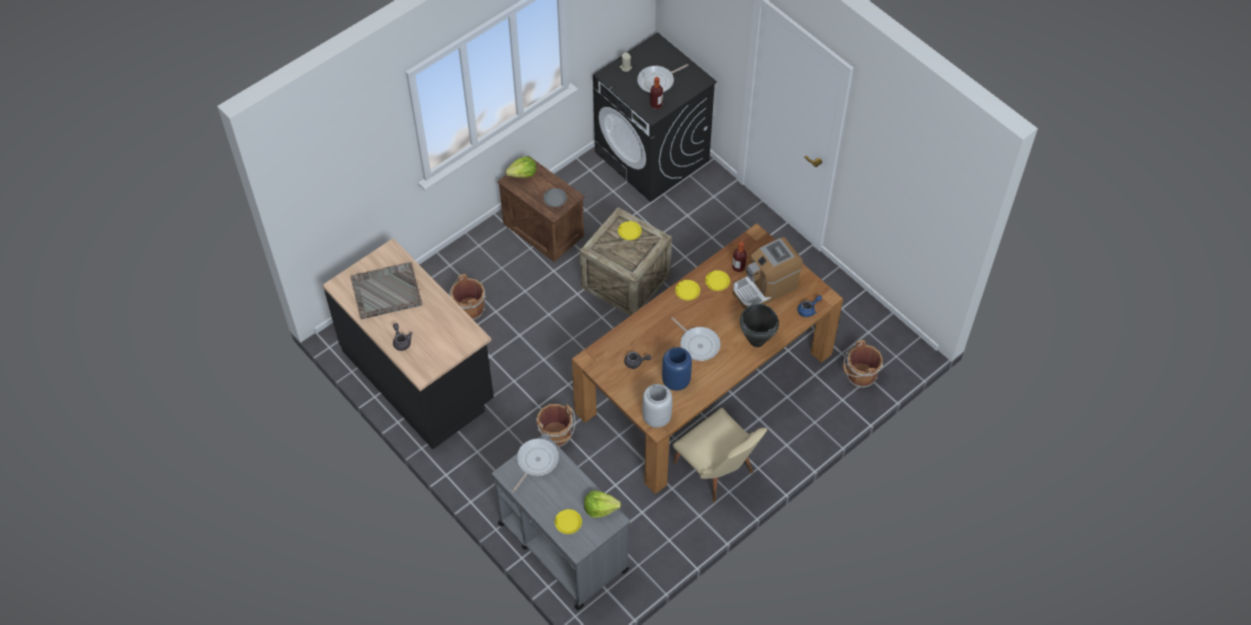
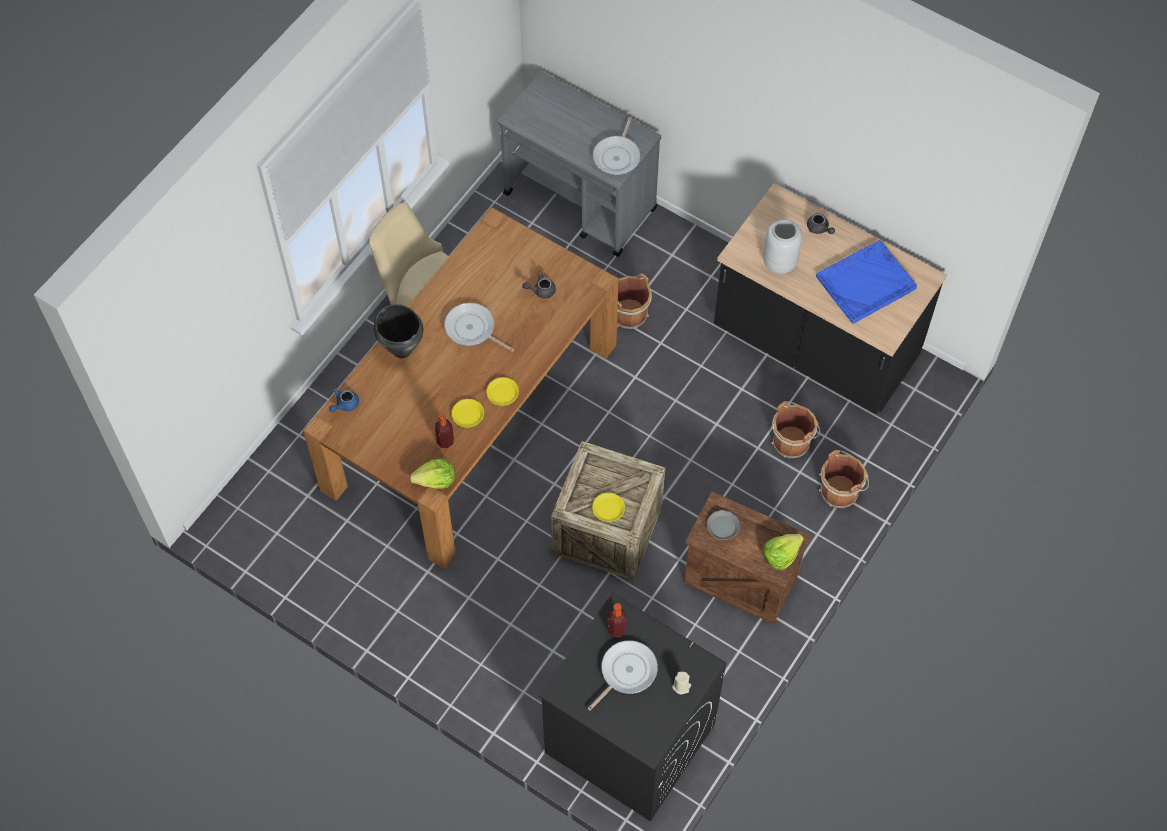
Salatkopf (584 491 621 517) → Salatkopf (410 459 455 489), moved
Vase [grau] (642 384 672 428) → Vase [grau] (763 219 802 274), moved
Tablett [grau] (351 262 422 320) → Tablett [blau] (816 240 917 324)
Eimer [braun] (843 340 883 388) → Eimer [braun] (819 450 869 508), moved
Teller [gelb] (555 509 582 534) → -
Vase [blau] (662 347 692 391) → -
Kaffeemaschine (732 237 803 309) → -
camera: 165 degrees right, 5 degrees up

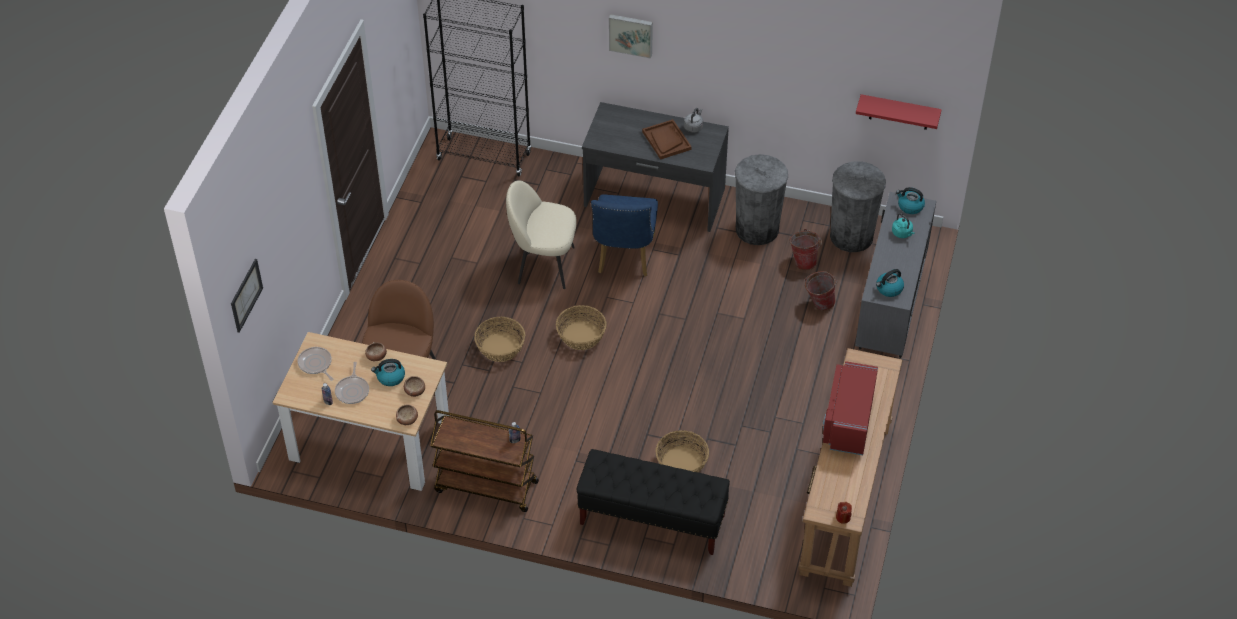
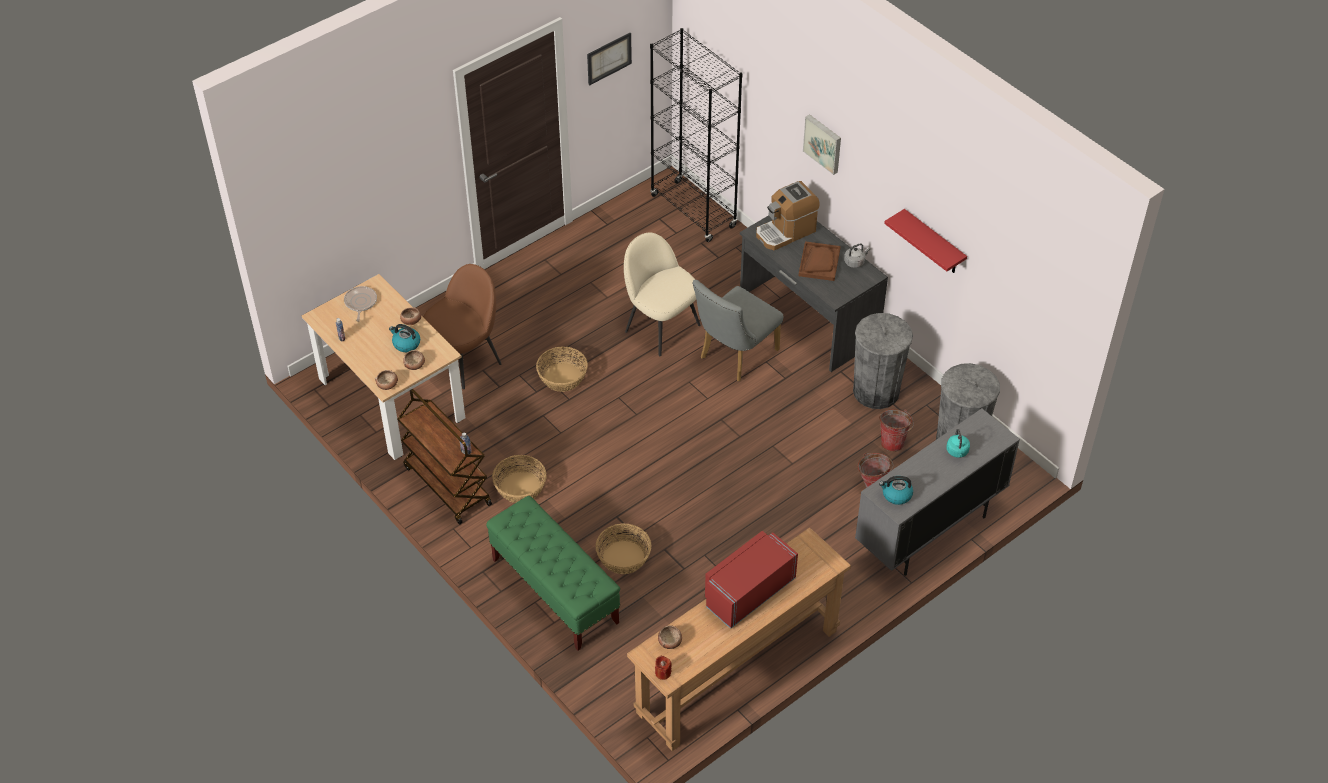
Bank [schwarz] (577 449 730 555) → Bank [grün] (486 496 621 651)
Korb (556 305 607 350) → Korb (492 455 547 503), moved
Bild (231 259 263 333) → Bild (587 33 632 86), moved
- → Schüssel (658 625 682 649)
Stuhl [blau] (591 194 658 277) → Stuhl [grau] (692 280 783 381)
- → Kaffeemaschine (756 181 820 250)
Wandregal [rot] (856 94 942 130) → Wandregal [rot] (884 209 967 273), moved
Pfanne (335 362 369 404) → -
Wasserkessel (896 187 925 214) → -
camera: 35 degrees right, 0 degrees up

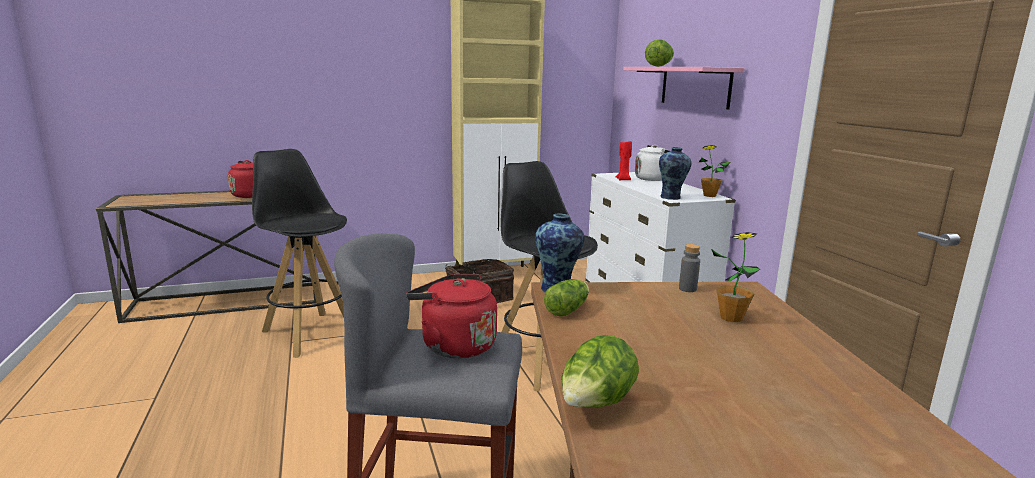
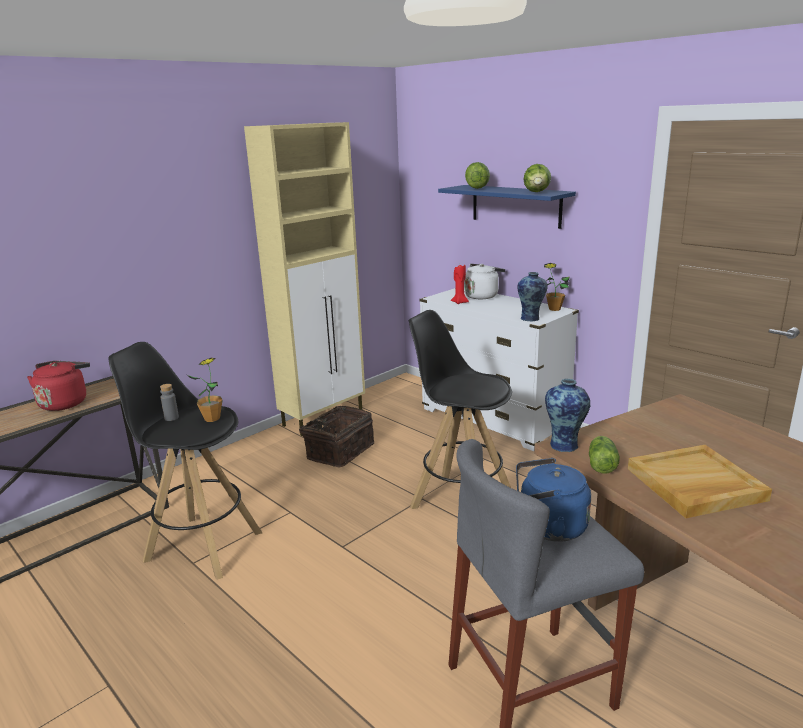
Flasche [grau] (679 244 700 292) → Flasche [grau] (160 384 179 421), moved
Topfpflanze (711 232 760 322) → Topfpflanze (187 358 223 422), moved
Wandregal [rosa] (623 67 745 109) → Wandregal [blau] (438 185 576 229)
Wasserkessel [rot] (406 274 497 358) → Wasserkessel [blau] (516 458 591 542)
Salatkopf (562 335 639 408) → Salatkopf (523 164 551 192), moved
- → Tablett [beige] (628 445 772 518)
camera: 25 degrees left, 5 degrees up

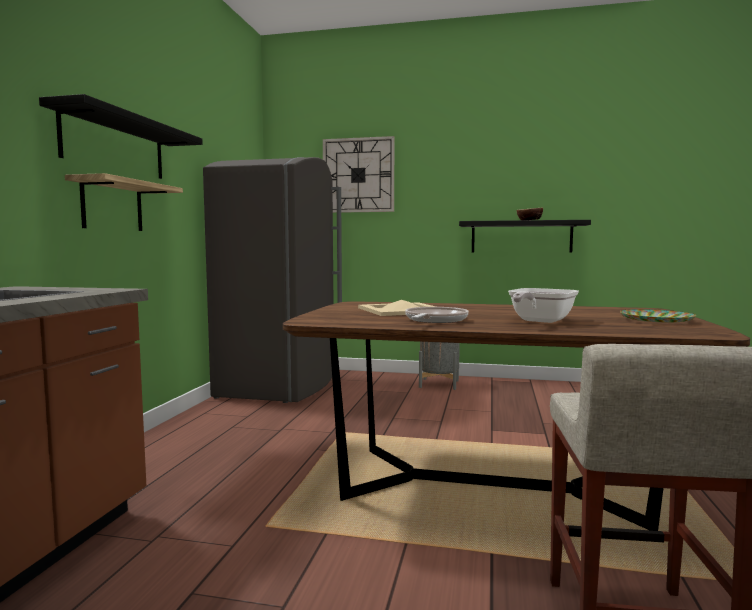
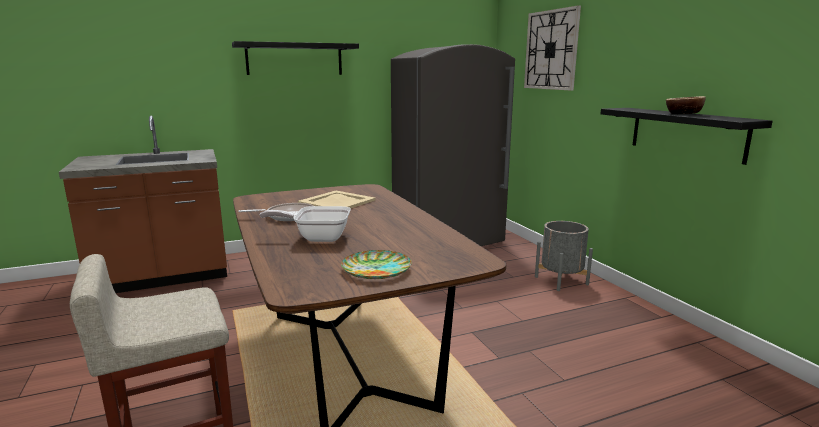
Wandregal (65 173 183 231) → -
camera: 55 degrees right, 10 degrees up

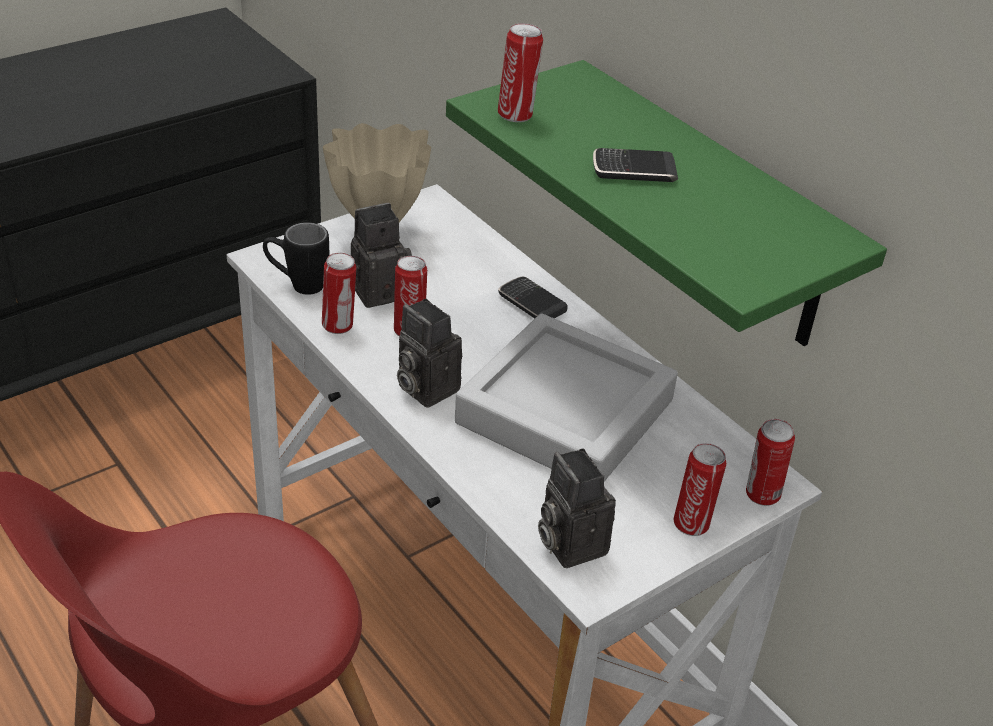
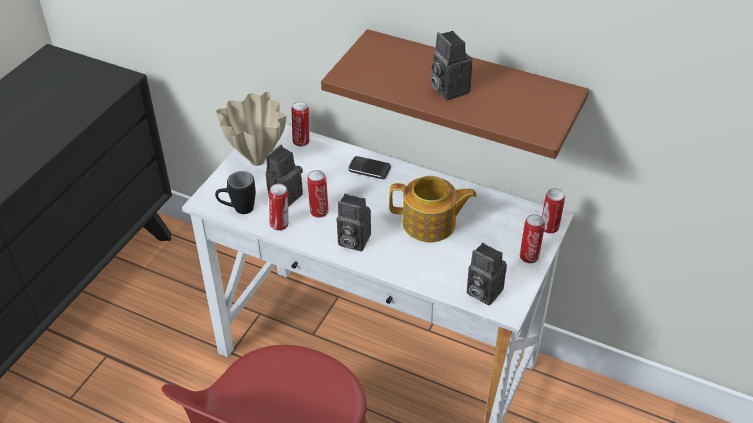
Dose (498 23 543 122) → Dose (292 102 310 147), moved
Wandregal [grün] (446 60 887 346) → Wandregal [braun] (321 29 589 159)
Tablett [grau] (455 313 678 481) → Teekanne (389 176 477 242)
Handy (593 148 678 182) → Kamera (430 31 472 100)
camera: 25 degrees left, 5 degrees up

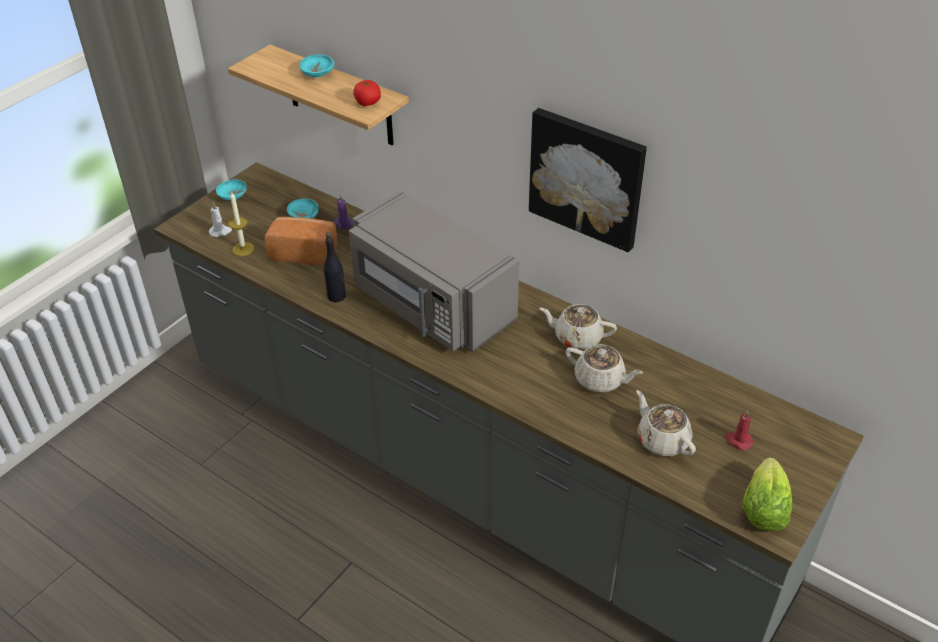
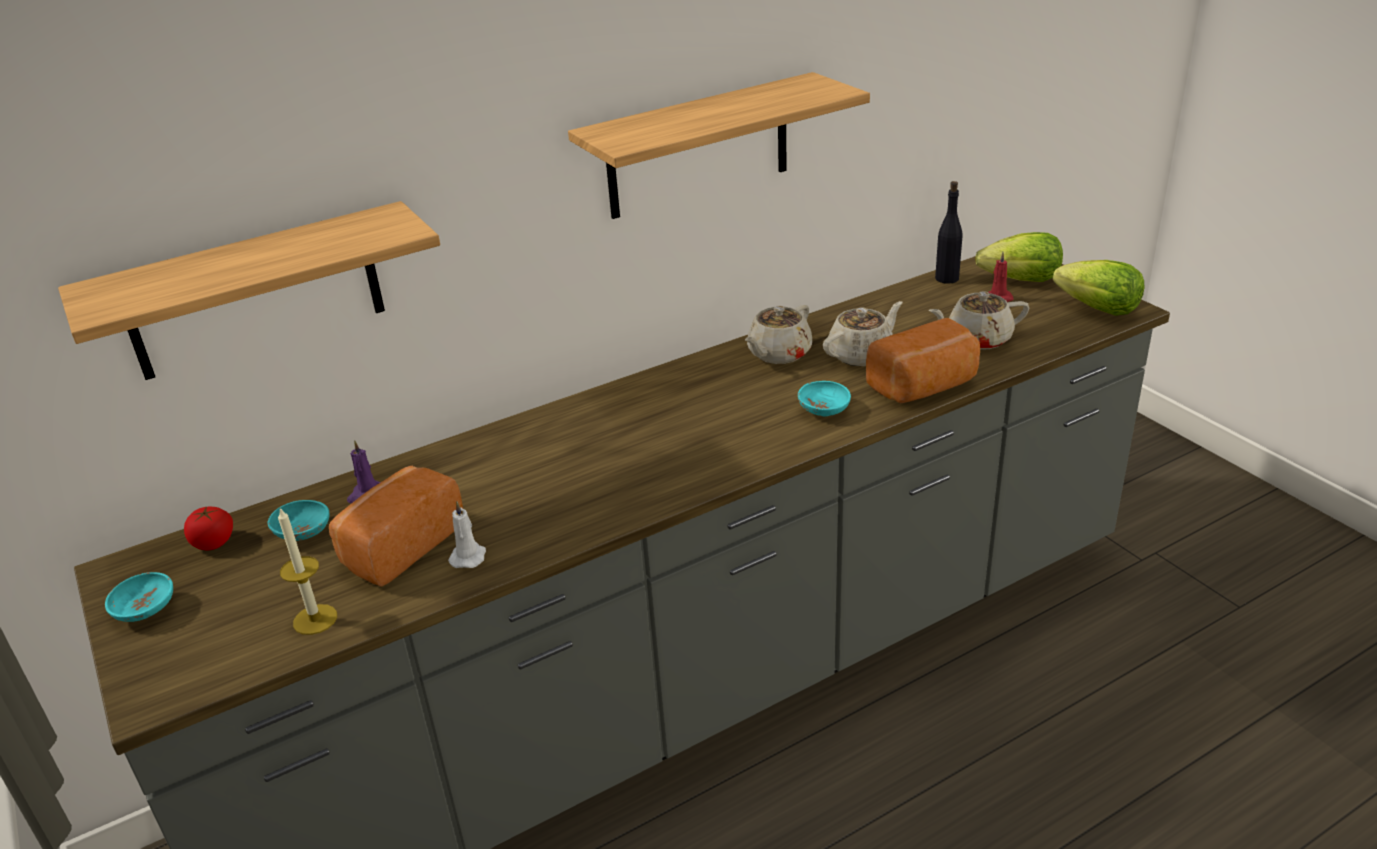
Tomate (353 80 381 106) → Tomate (184 506 233 550), moved
Kerze [weiß] (209 202 232 237) → Kerze [weiß] (448 501 486 568), moved
Bild (529 108 647 252) → Wandregal (568 72 870 219)
Schüssel [türkis] (299 55 334 78) → Schüssel [türkis] (798 381 851 416), moved
- → Brot (866 318 980 403)
Flasche [schwarz] (324 232 346 302) → Flasche [schwarz] (935 181 962 284), moved
- → Salatkopf (975 232 1063 282)
Mikrowelle [grau] (349 191 519 352) → -
camera: 65 degrees left, 10 degrees down

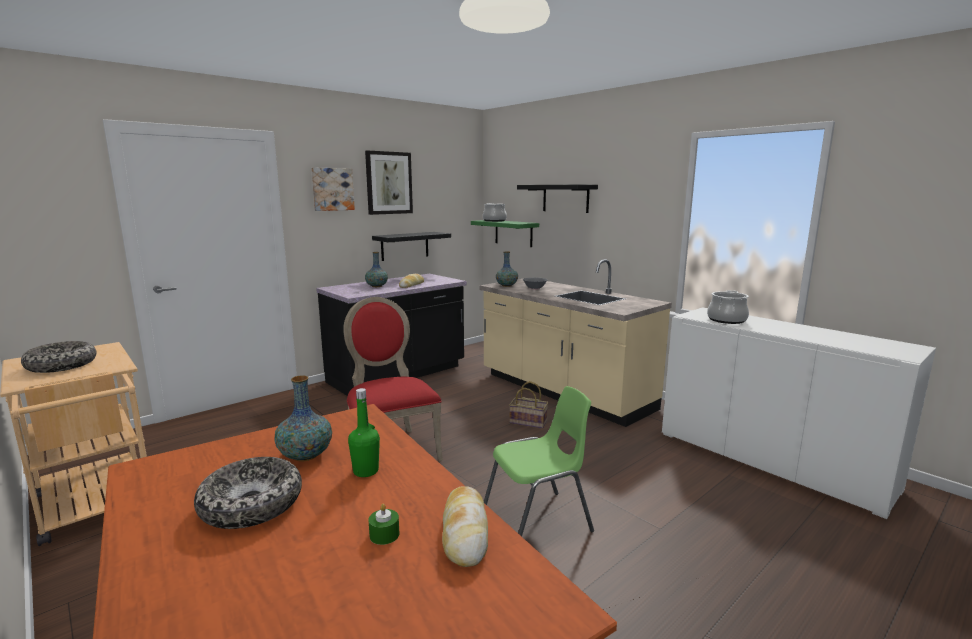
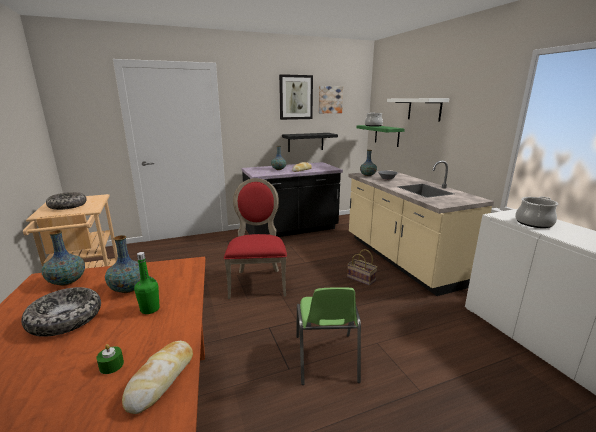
- → Vase (41 230 85 286)
Stuhl [grün] (484 386 594 537) → Stuhl [grün] (296 287 361 385), 90 degrees clockwise
Bild (311 168 355 211) → Bild (318 86 343 113), moved
Wandregal [schwarz] (517 185 598 213) → Wandregal [weiß] (387 98 450 122)
camera: 20 degrees right, 5 degrees up

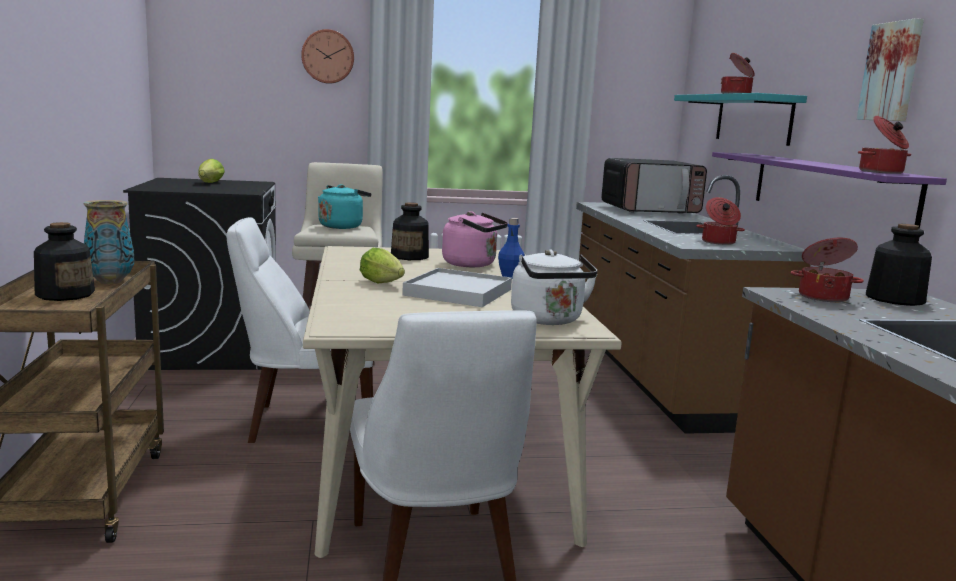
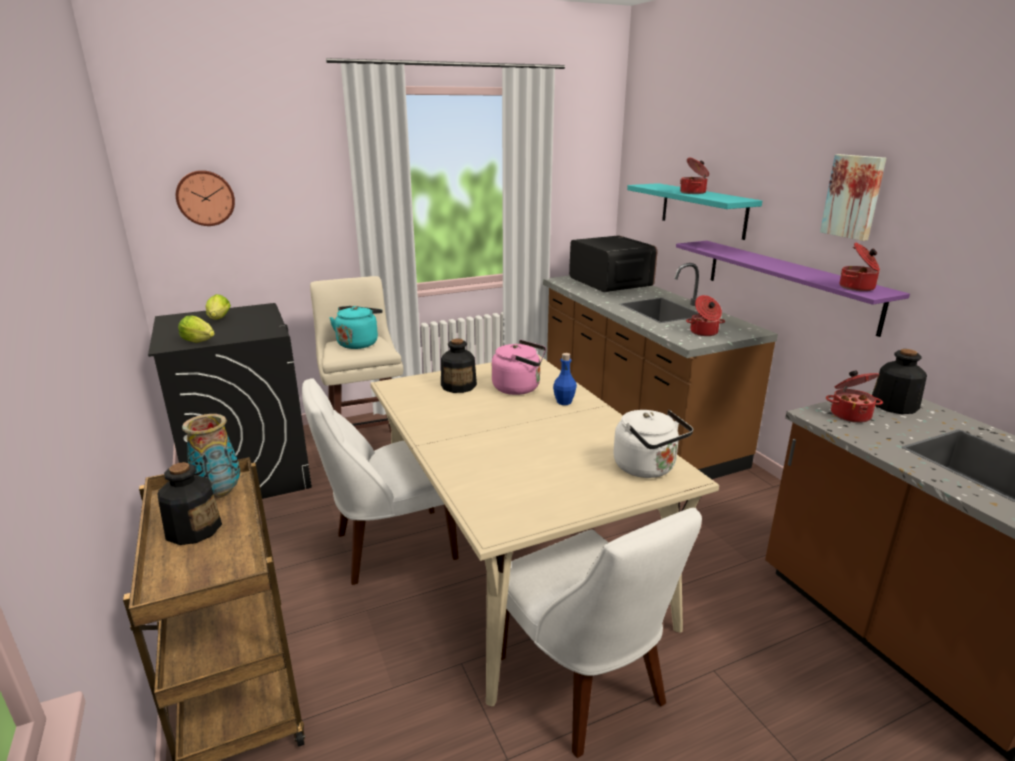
Wanduhr (301 29 354 84) → Wanduhr (176 170 235 226), moved
Salatkopf (360 248 405 283) → Salatkopf (178 316 215 343), moved
Mikrowelle (601 158 707 214) → Mikrowelle (569 235 658 292), 90 degrees counterclockwise
Tablett [weiß] (402 268 512 307) → -
camera: 15 degrees left, 10 degrees up

